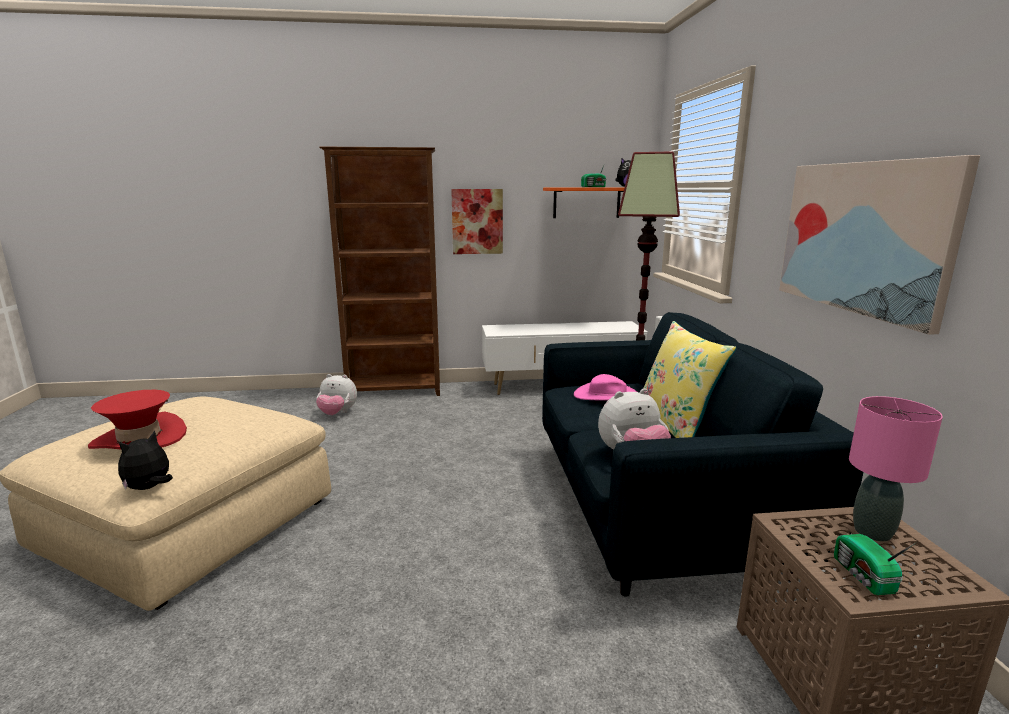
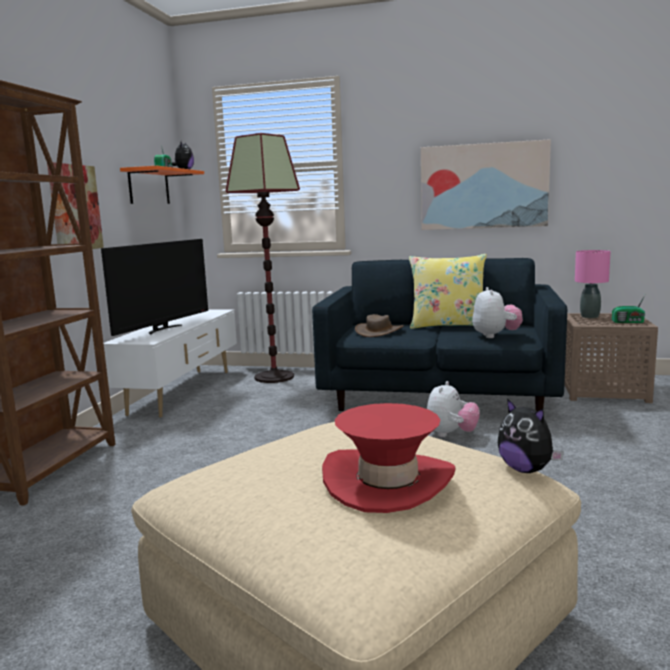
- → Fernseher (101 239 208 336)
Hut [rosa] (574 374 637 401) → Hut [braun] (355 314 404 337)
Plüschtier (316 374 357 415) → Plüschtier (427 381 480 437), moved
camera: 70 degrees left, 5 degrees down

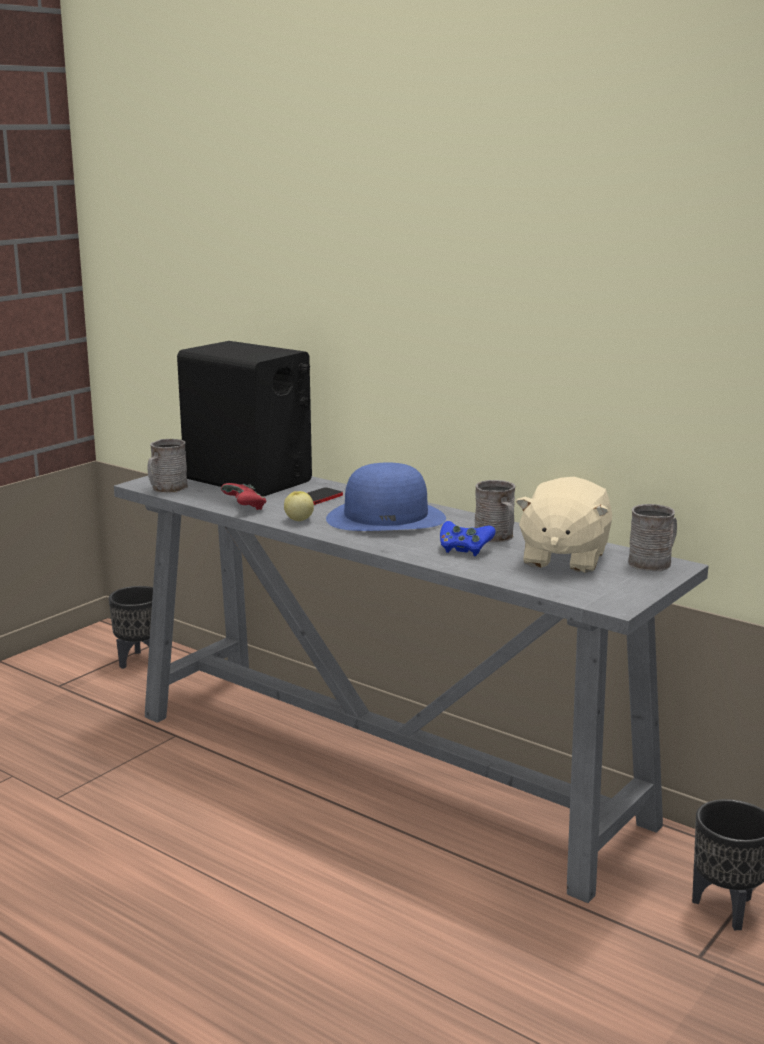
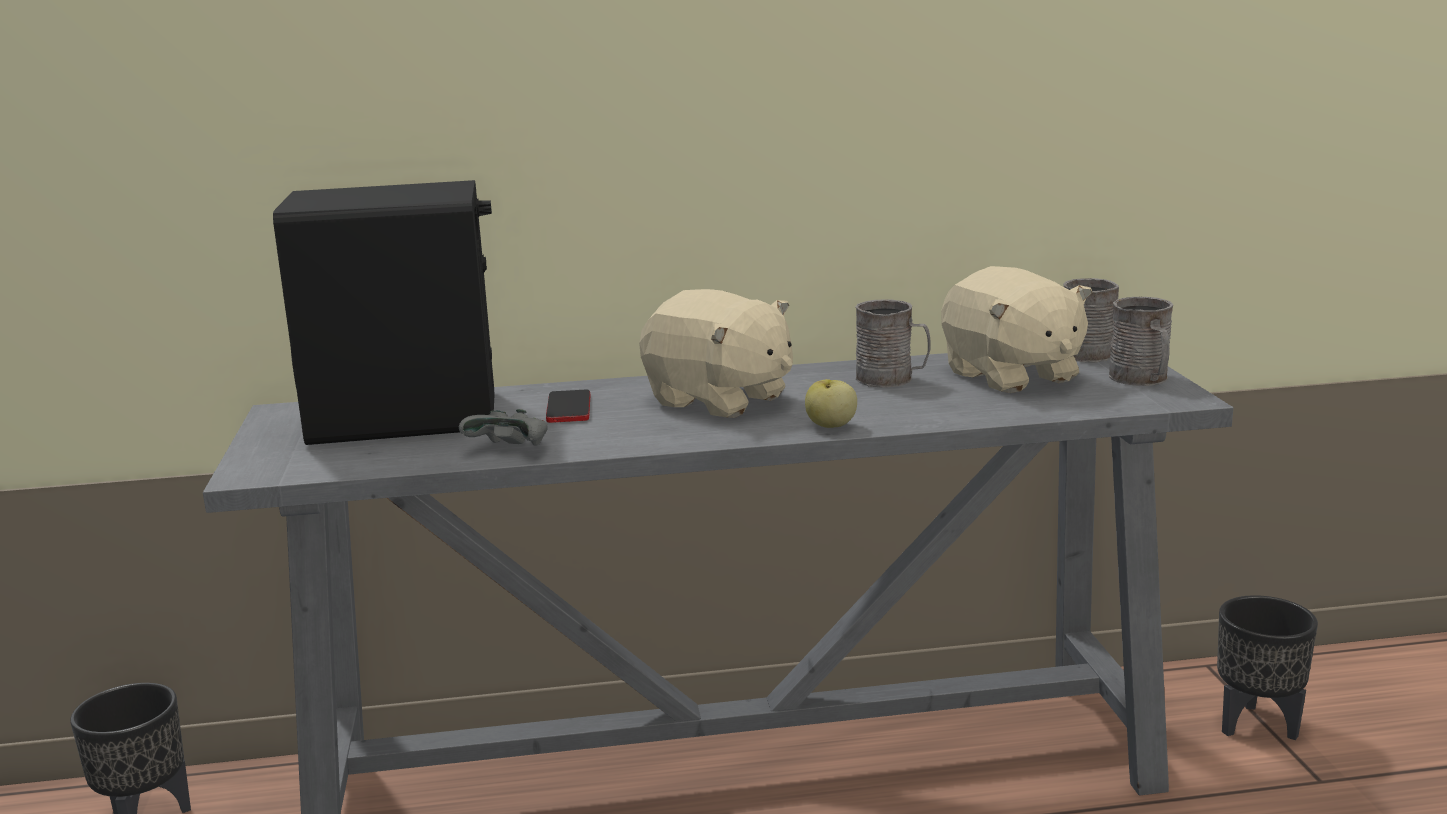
Gamepad [rot] (221 483 266 510) → Gamepad [grau] (459 409 548 446)
Hut [blau] (326 462 446 531) → Plüschtier [beige] (639 289 793 418)
Apfel (284 491 314 521) → Apfel (805 379 857 428), moved
Henkelbecher [grau] (148 439 188 493) → Henkelbecher [grau] (1109 297 1173 386), moved
Gamepad [blau] (440 521 496 556) → -
camera: 45 degrees left, 0 degrees up

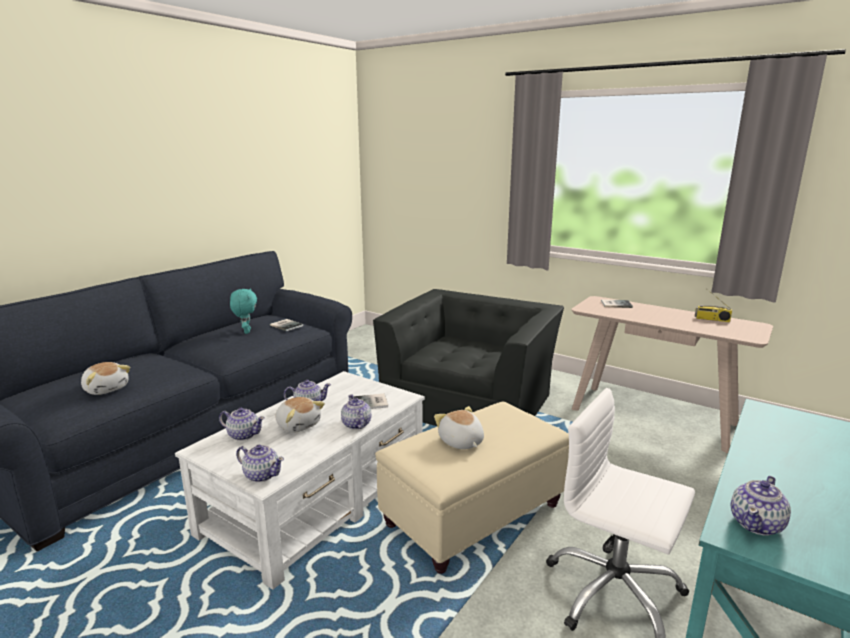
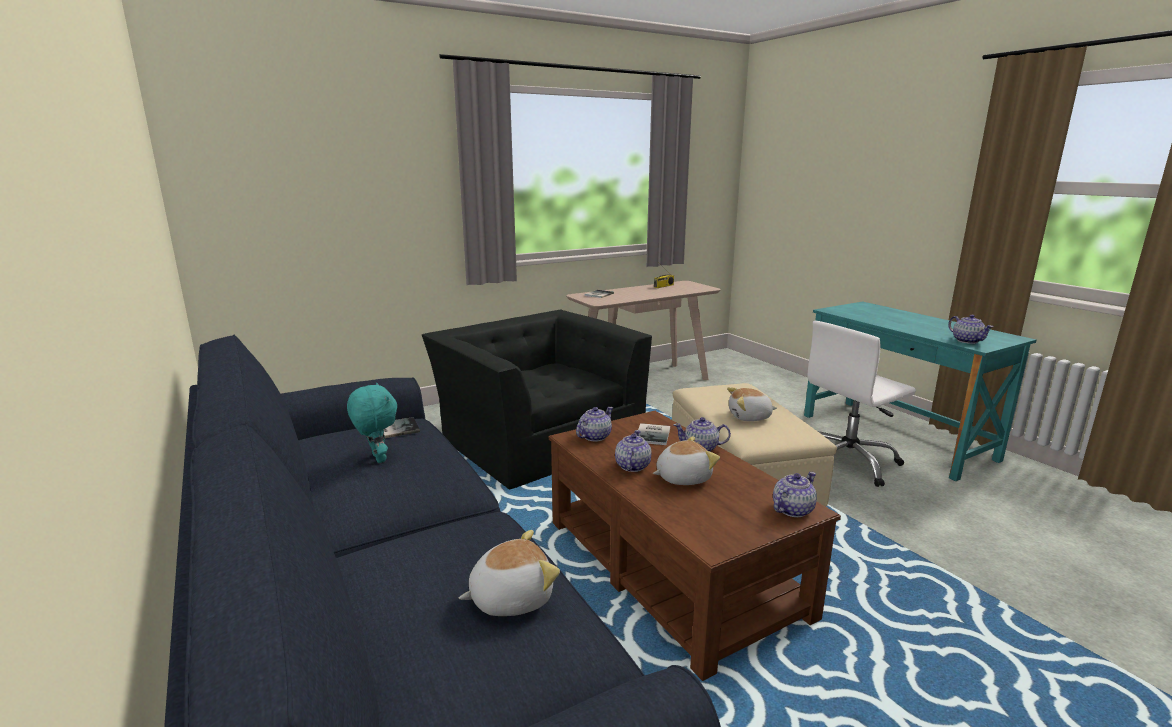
Plüschtier [türkis] (230 288 257 334) → Plüschtier [türkis] (347 383 397 463), 45 degrees clockwise
Couchtisch [weiß] (175 371 425 590) → Couchtisch [braun] (549 411 841 681)
Teekanne (219 408 265 441) → Teekanne (576 407 613 442), moved
camera: 65 degrees left, 0 degrees up

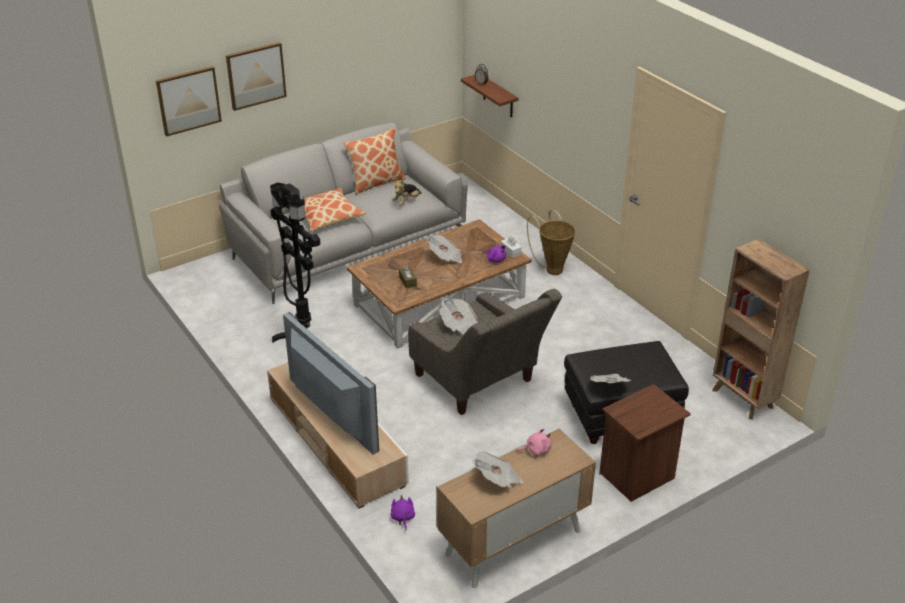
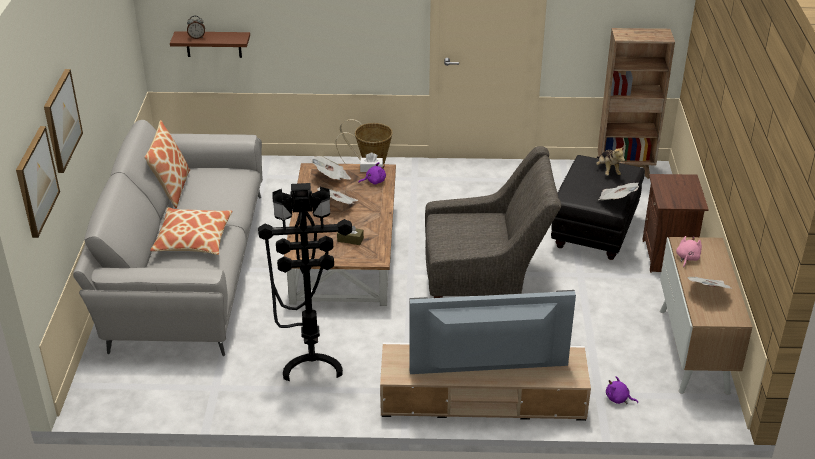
Zeitung (439 298 478 335) → Zeitung (310 156 351 180), moved
Plüschtier (392 181 421 206) → Plüschtier (596 146 625 176), moved
camera: 55 degrees left, 0 degrees up

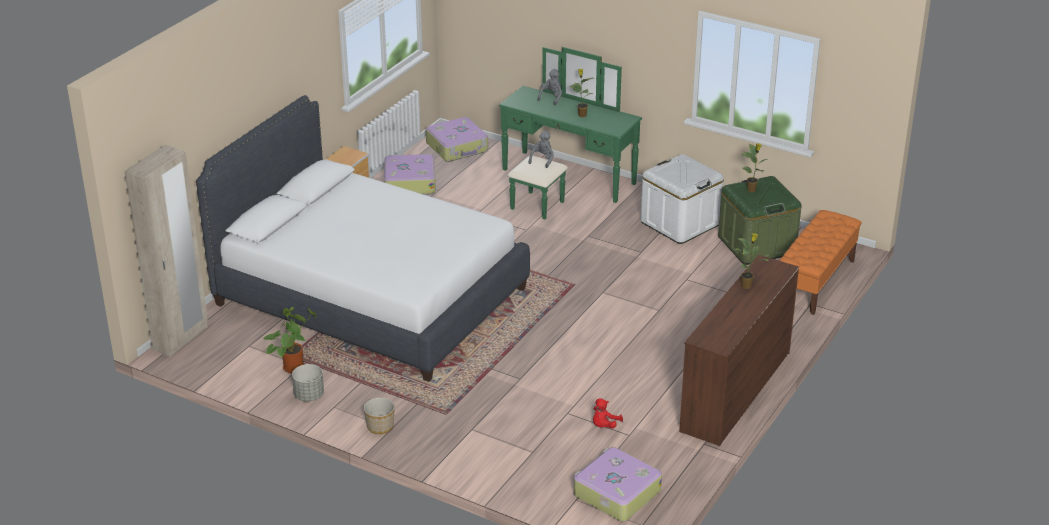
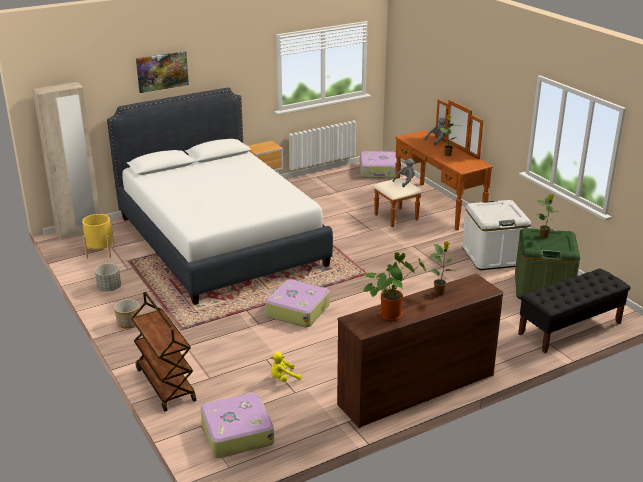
- → Pflanzkübel [gelb] (82 214 115 259)
- → Rollwagen [braun] (131 292 196 411)
- → Bild (136 51 189 93)
Koffer (384 154 436 195) → Koffer (265 279 330 327), moved
Plüschtier [rot] (593 398 623 429) → Plüschtier [gelb] (270 352 302 382)
Topfpflanze (263 307 317 373) → Topfpflanze (363 252 427 321), moved
Kommode [grün] (499 47 642 220) → Kommode [braun] (373 99 493 231)
Bank [orange] (779 210 862 315) → Bank [schwarz] (518 268 630 353)
camera: 30 degrees right, 5 degrees down

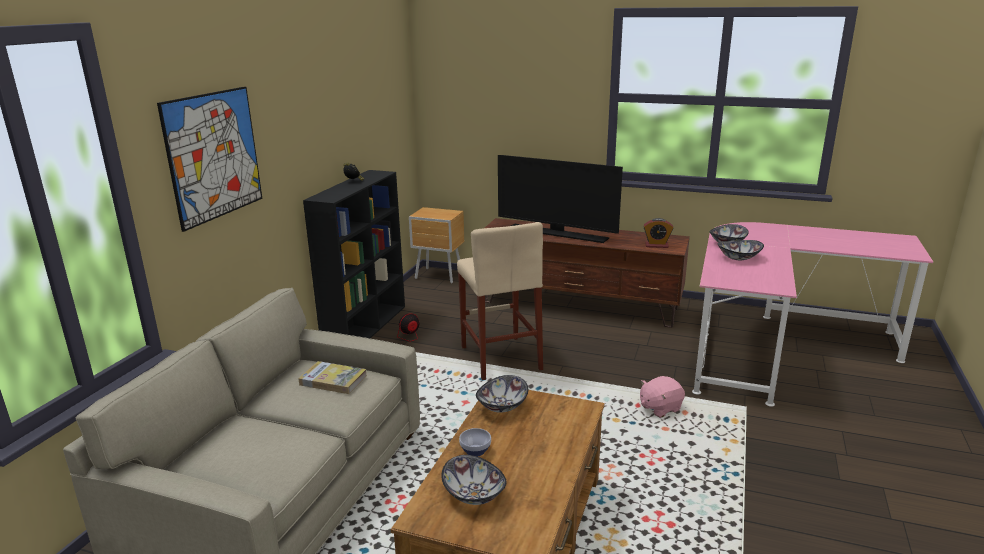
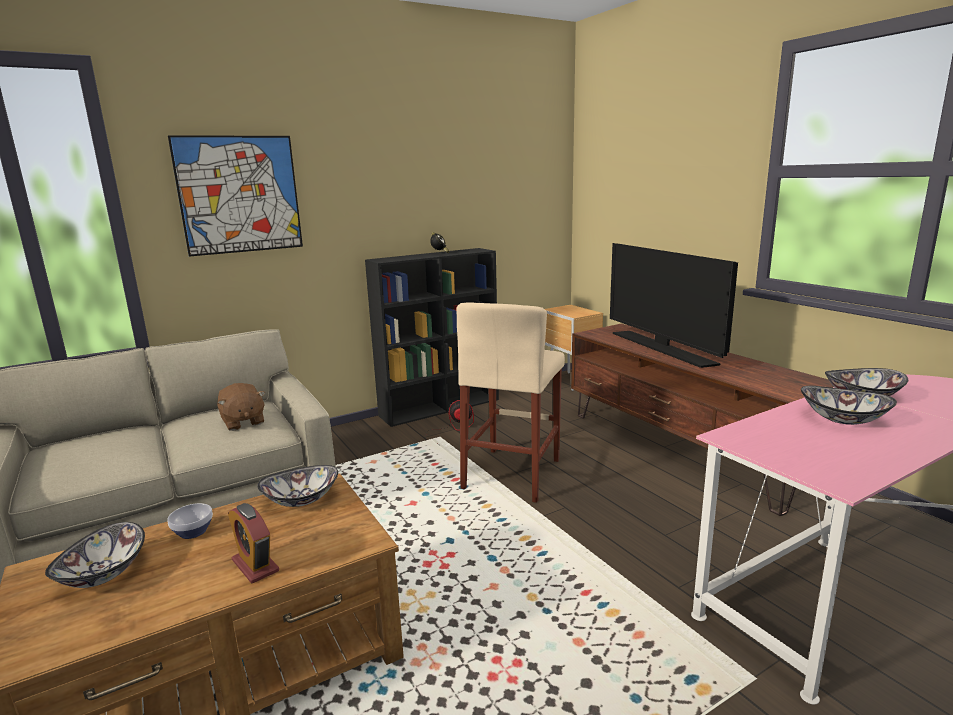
Buch (298 361 367 394) → Plüschtier [braun] (217 383 265 431)
Wecker (643 218 674 248) → Wecker (228 503 279 583), moved
Plüschtier [rosa] (640 376 685 418) → -
camera: 40 degrees right, 5 degrees down

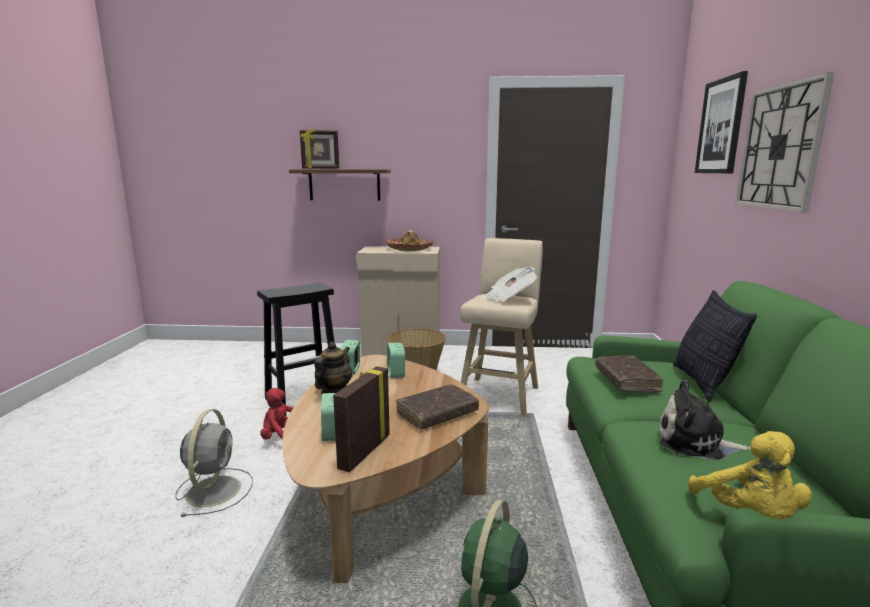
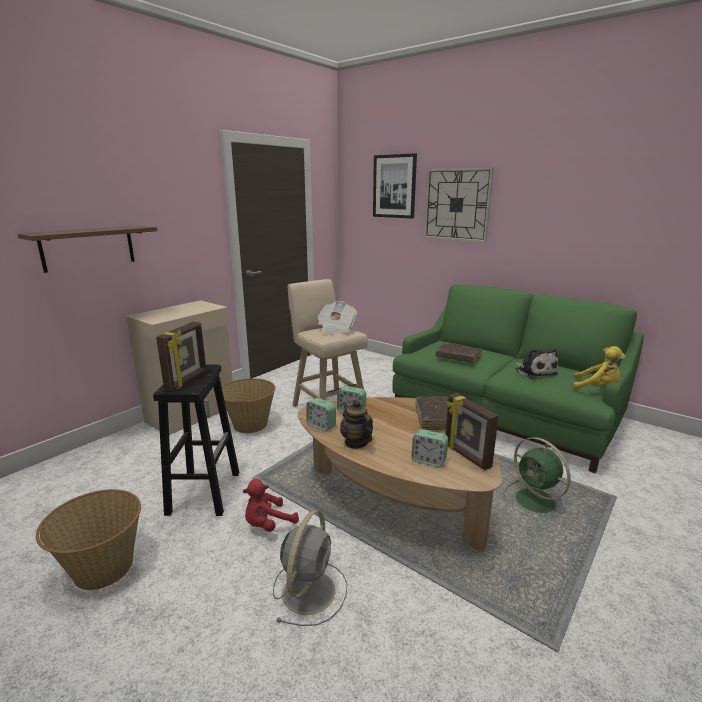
- → Korb (36 489 141 590)
Bilderrahmen (300 128 339 169) → Bilderrahmen (156 322 207 391), moved
Ventilator [grau] (175 409 253 517) → Ventilator [grau] (273 510 347 626), 75 degrees clockwise
Plüschtier (660 380 751 460) → Plüschtier (515 349 558 379), 75 degrees counterclockwise
Hut (386 230 434 251) → -
Kissen (673 290 757 401) → -
camera: 55 degrees left, 5 degrees up

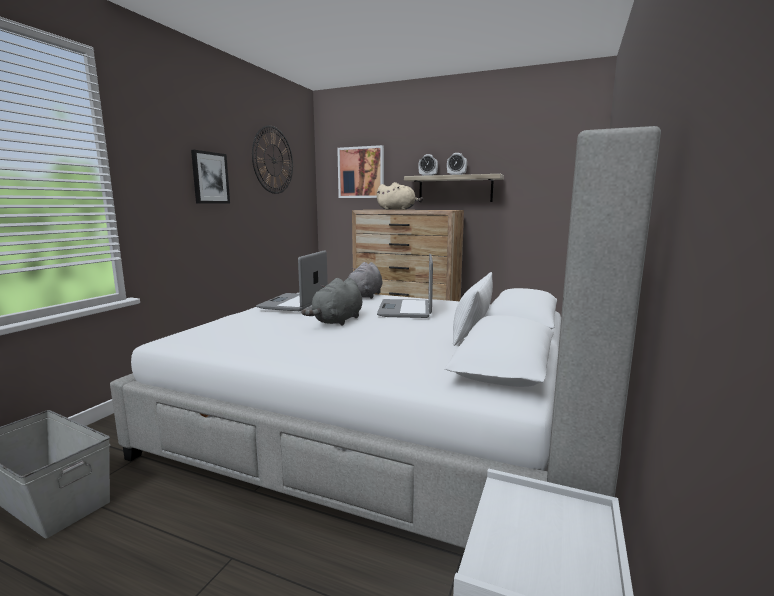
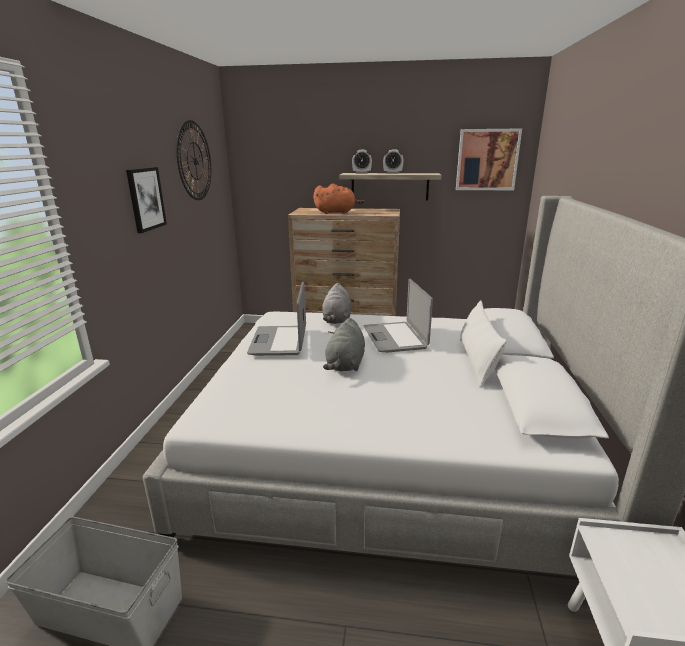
Plüschtier [beige] (377 182 423 210) → Plüschtier [orange] (313 184 365 214)
Bild (337 145 384 198) → Bild (456 129 522 190), moved
camera: 15 degrees left, 10 degrees up

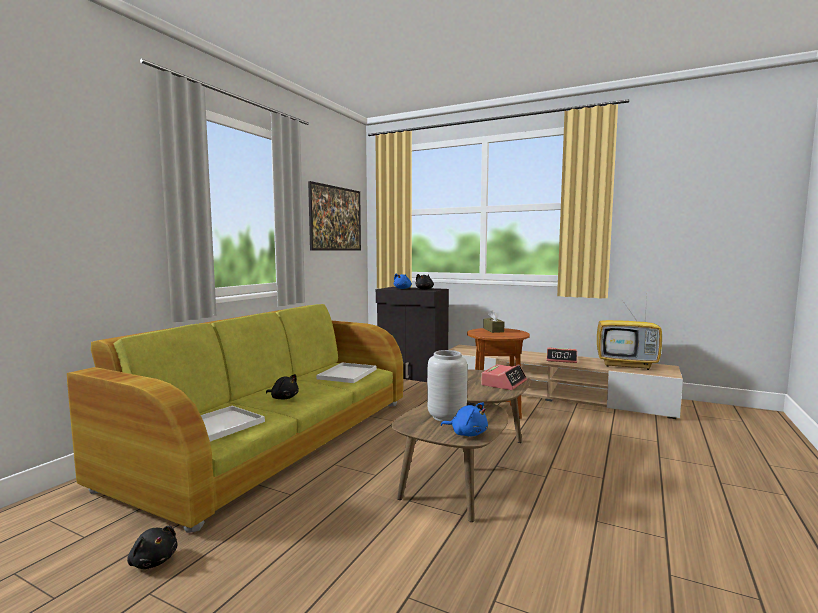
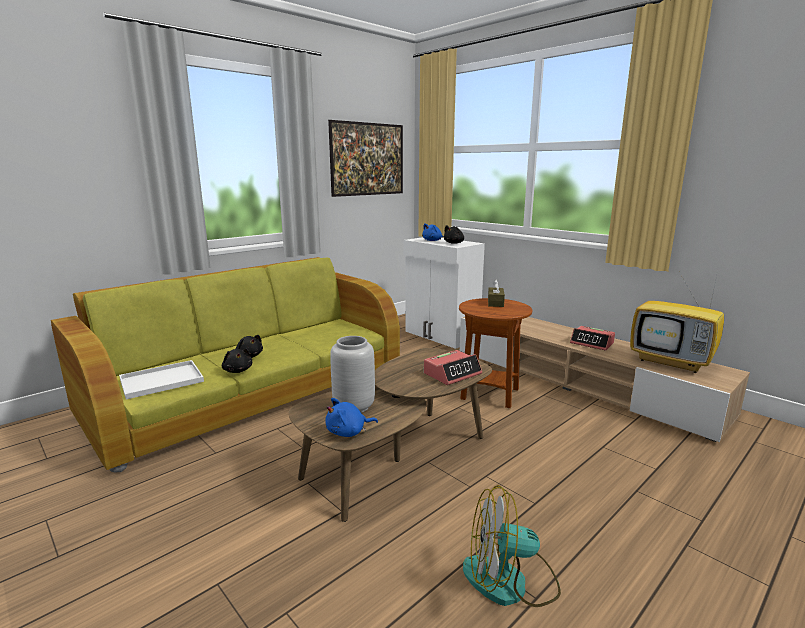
Plüschtier [schwarz] (127 526 177 569) → Plüschtier [schwarz] (222 349 252 373), moved
Plüschtier [blau] (441 403 488 436) → Plüschtier [blau] (325 398 378 437), 105 degrees clockwise
Schrank [schwarz] (376 287 449 382) → Schrank [weiß] (404 237 485 349)
- → Ventilator (463 485 561 607)
Tablett [weiß] (316 363 377 383) → -
camera: 20 degrees right, 10 degrees up

